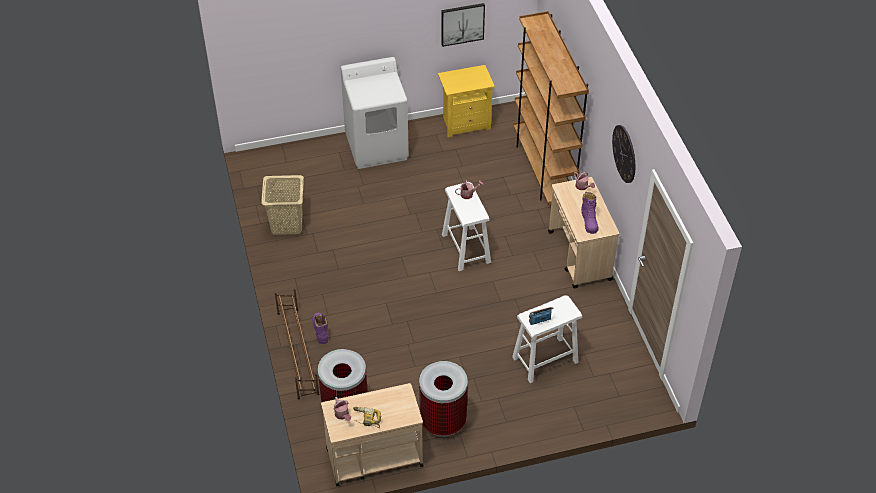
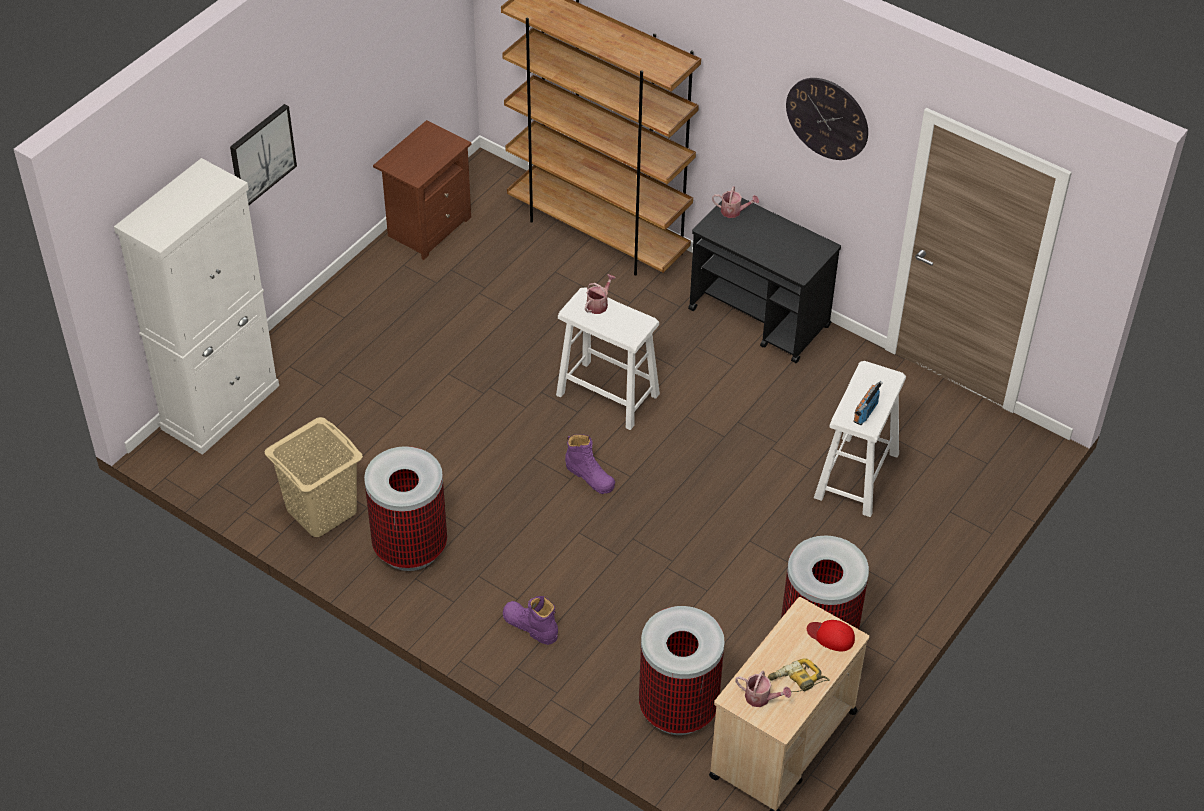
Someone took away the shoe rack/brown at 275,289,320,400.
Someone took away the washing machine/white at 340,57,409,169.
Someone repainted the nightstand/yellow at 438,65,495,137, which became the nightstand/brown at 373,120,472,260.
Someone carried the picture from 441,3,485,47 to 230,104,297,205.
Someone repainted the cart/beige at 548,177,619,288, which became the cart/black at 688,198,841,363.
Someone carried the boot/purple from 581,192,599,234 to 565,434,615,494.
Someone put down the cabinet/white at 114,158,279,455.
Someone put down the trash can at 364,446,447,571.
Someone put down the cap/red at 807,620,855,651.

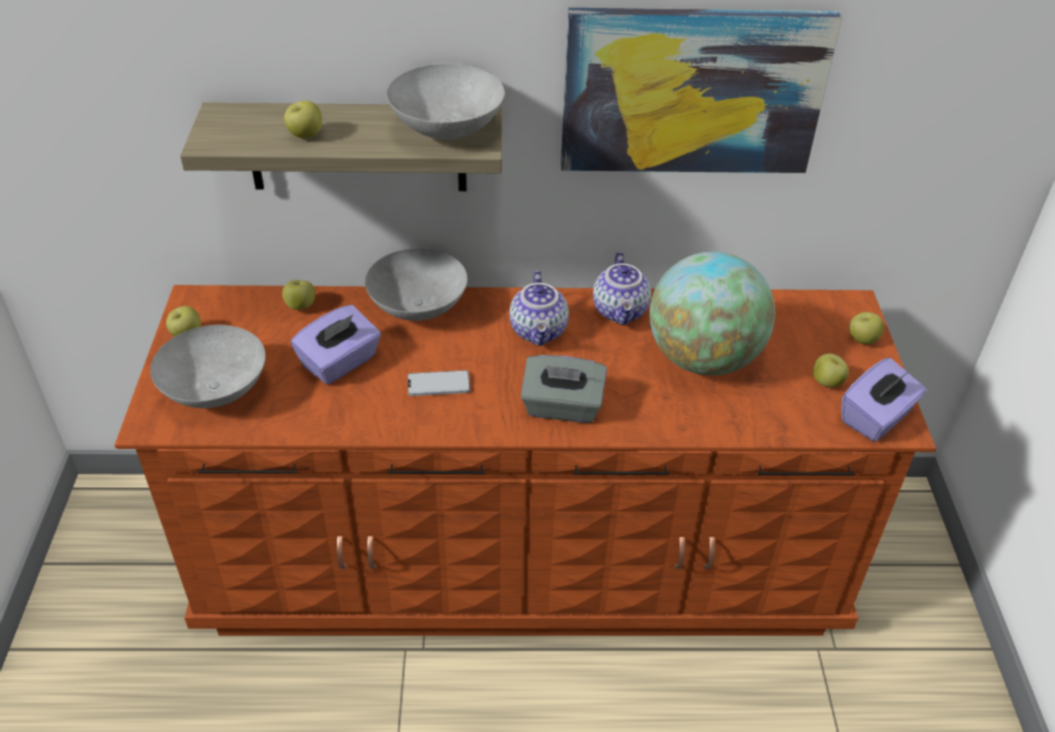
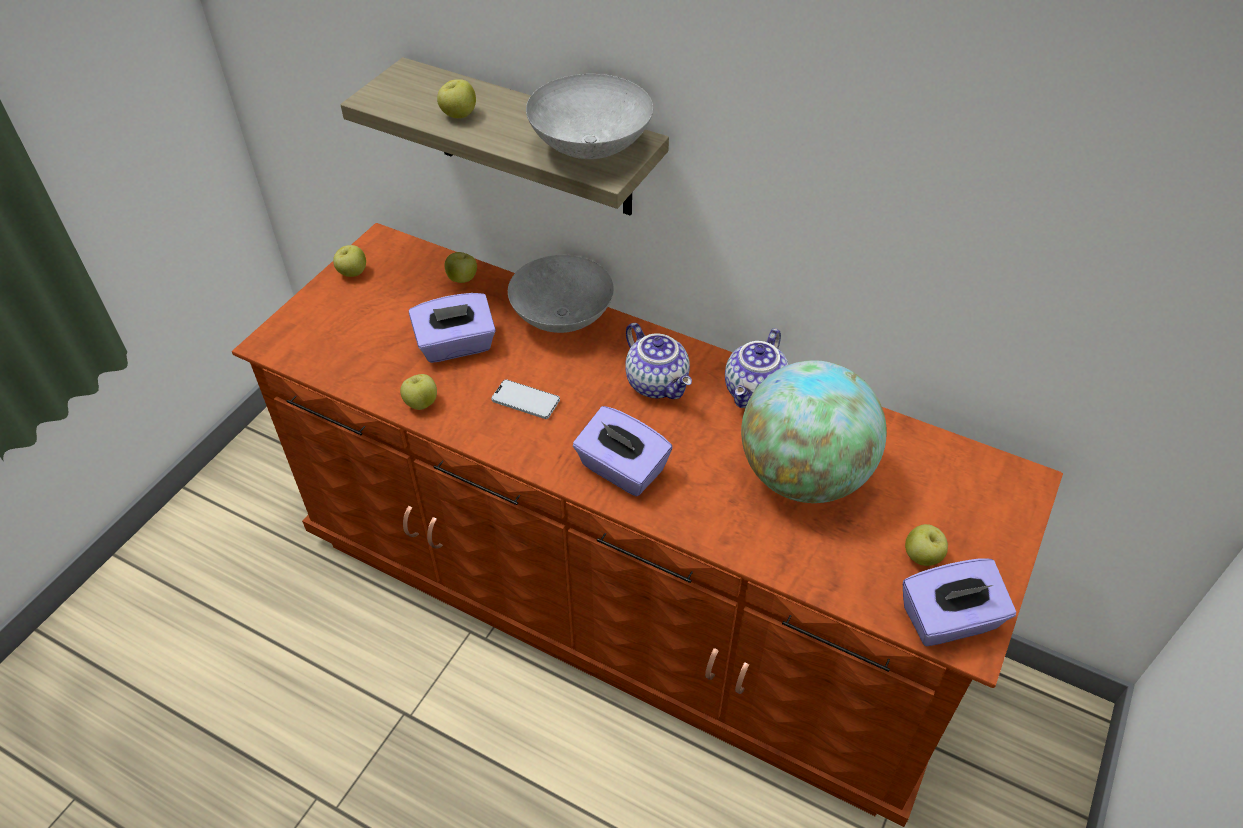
Someone took away the bowl/grey at 150,325,266,408.
Someone rotated the teapot at 509,270,569,346 by 60 degrees counterclockwise.
Someone repainted the tissue box/grey at 521,355,607,423, which became the tissue box/purple at 573,406,672,496.
Someone took away the picture at 561,8,842,173.
Someone carried the apple from 849,312,884,345 to 400,374,437,410.

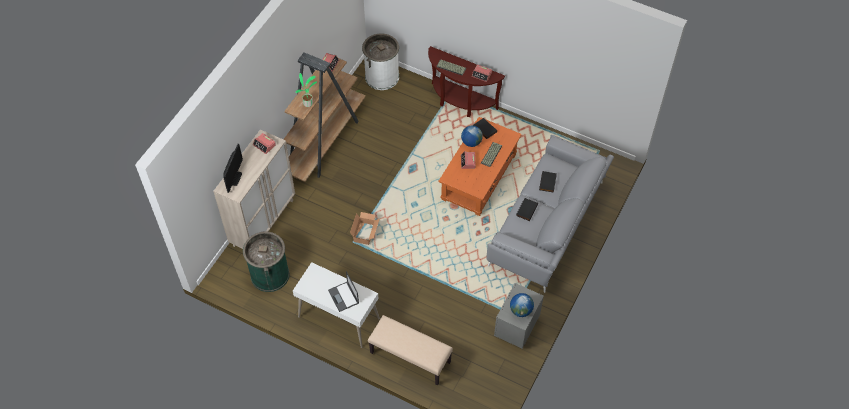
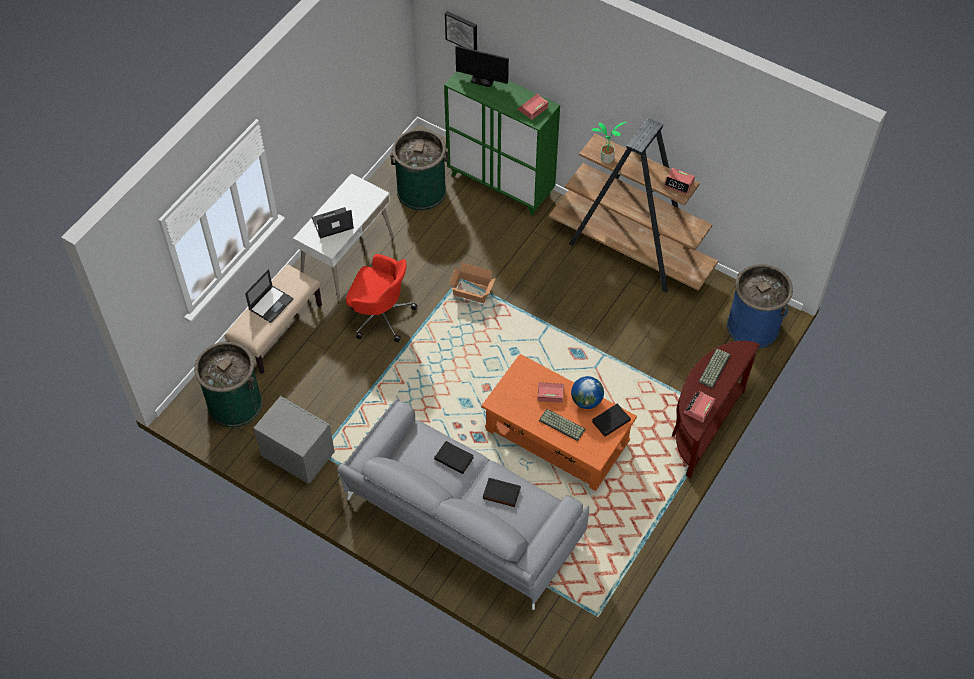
Someone repainted the cabinet/beige at 213,130,295,249, which became the cabinet/green at 444,71,560,216.
Someone repainted the trash can/white at 362,33,399,90, which became the trash can/blue at 727,264,793,348.
Someone took away the globe at 510,293,534,317.
Someone put down the trash can/green at 194,342,262,428.
Someone put down the laptop at 245,269,294,323.
Someone put down the office chair/red at 346,254,417,342.
Someone put up the picture at 445,11,477,50.

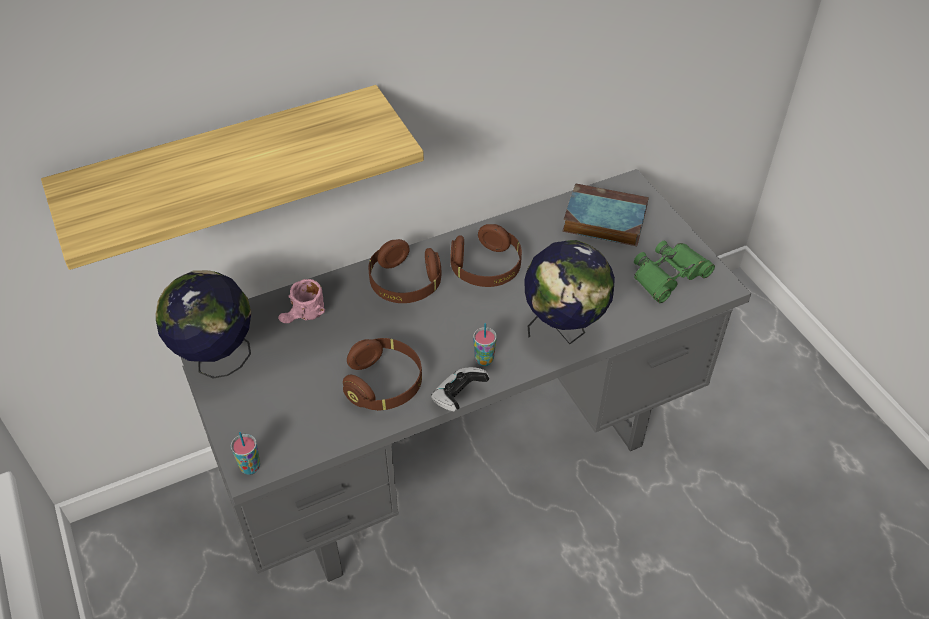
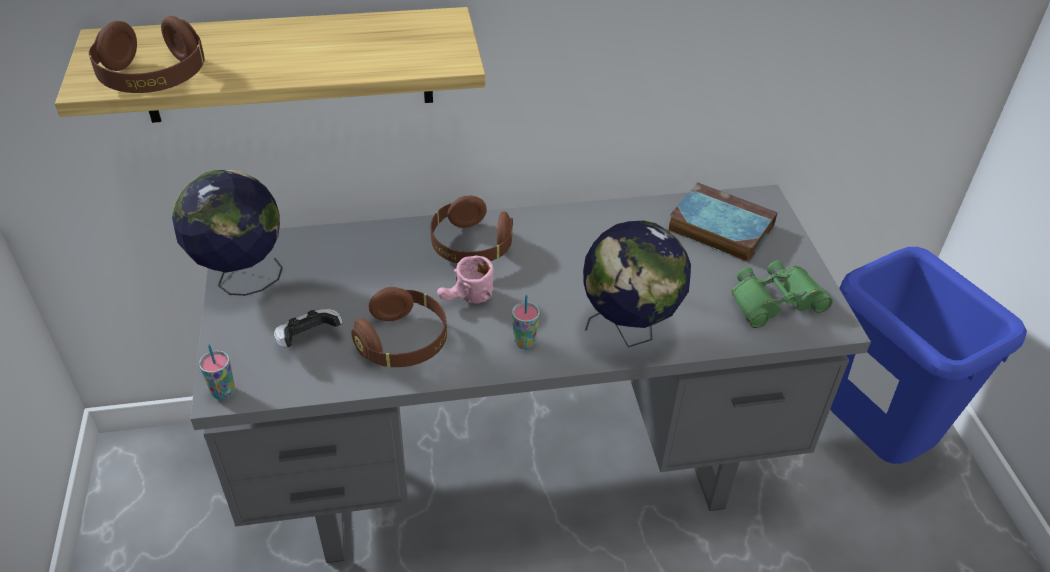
Someone carried the mug/pink from 278,279,325,323 to 437,255,494,304.
Someone carried the game controller from 431,367,490,411 to 274,309,343,348.
Someone carried the headphones/brown from 451,224,522,287 to 89,16,205,93.
Someone put down the trash can/blue at 830,247,1027,464.

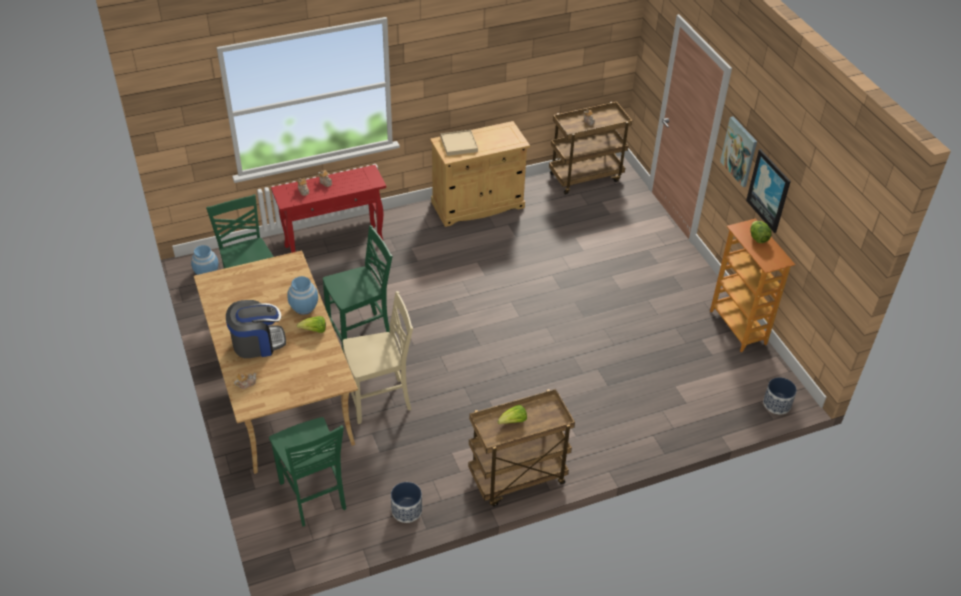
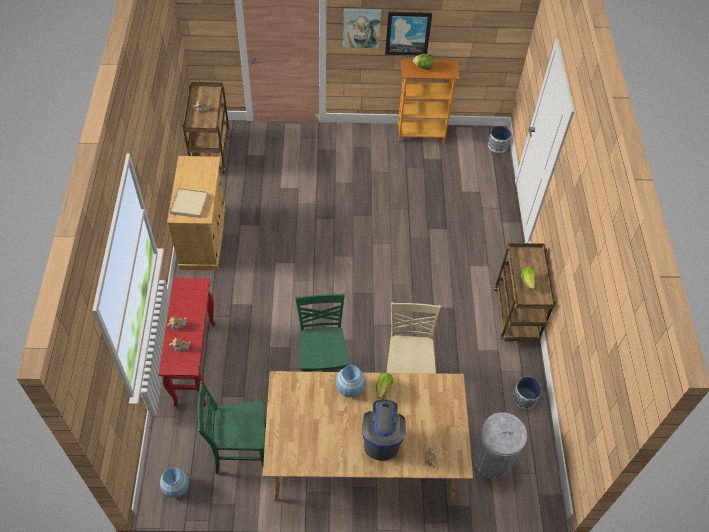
Someone swapped the chair/green at 269,417,346,526 for the trash can/grey at 474,412,527,479.

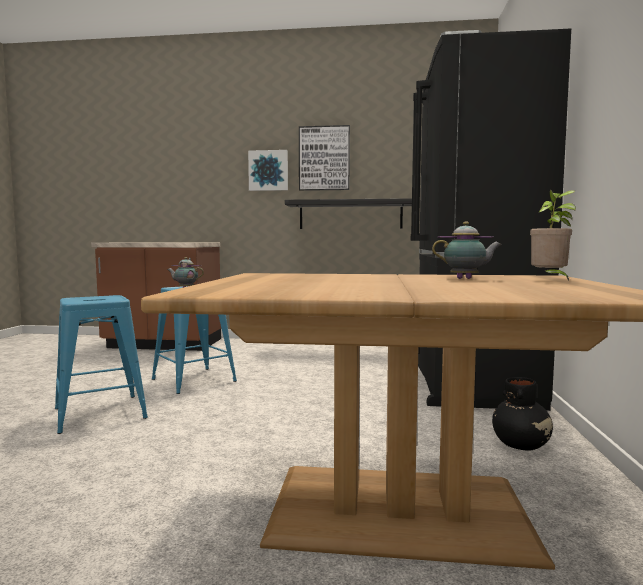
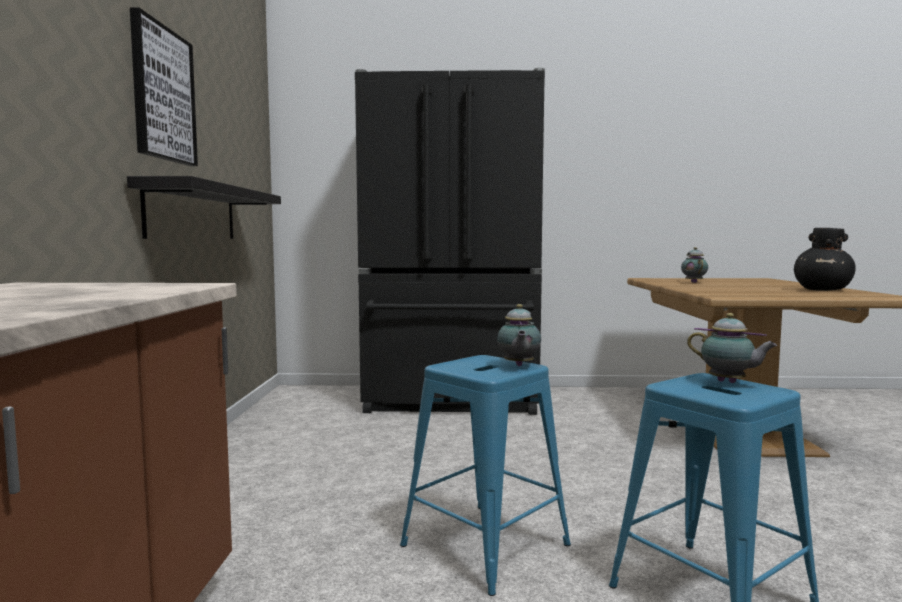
Someone took away the picture at 248,150,288,191.
Someone carried the vase/black from 492,377,553,451 to 794,228,856,291.
Someone took away the potted plant at 530,190,576,281.
Someone put down the teapot at 687,313,777,383.

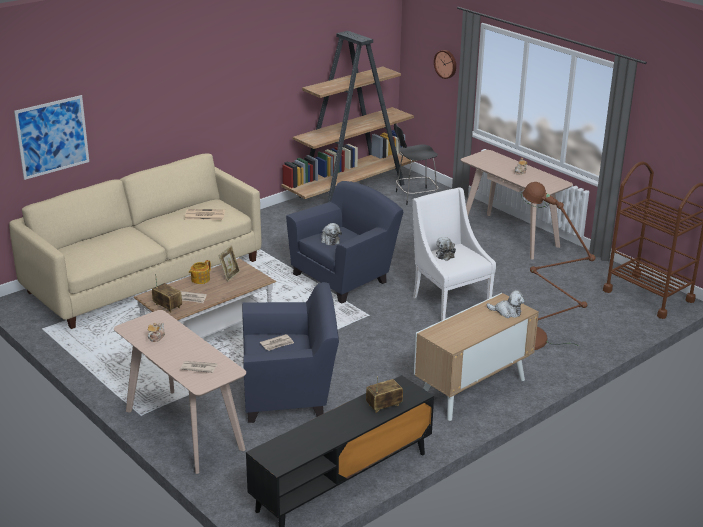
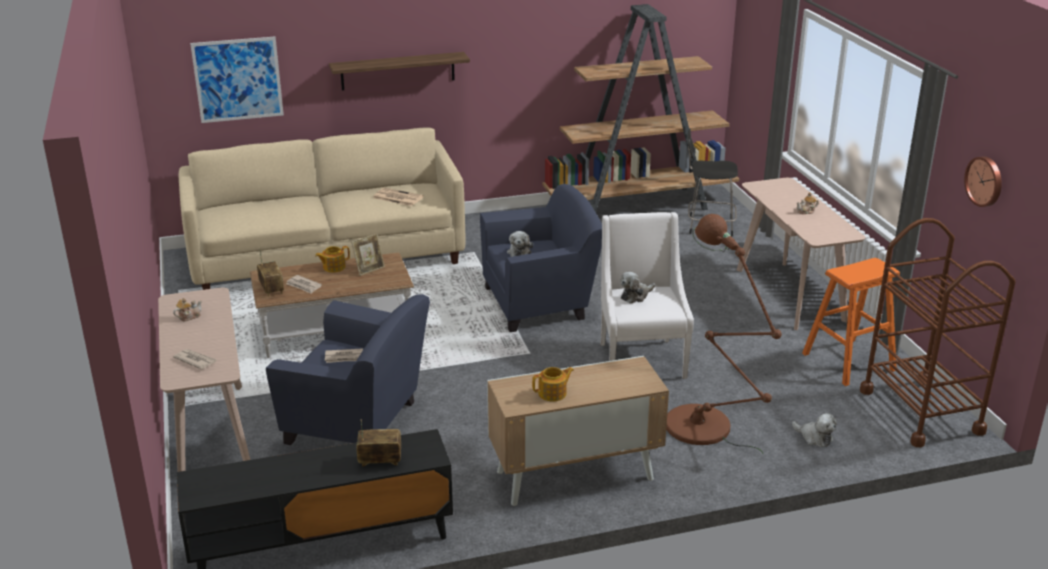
Someone carried the wall clock from 434,50,456,79 to 964,156,1002,207.
Someone carried the plush toy from 487,290,525,318 to 792,413,837,447.
Someone put up the shelf at 329,52,470,90.
Someone put down the teapot at 532,367,574,401.
Someone put down the stool/orange at 802,258,900,386.

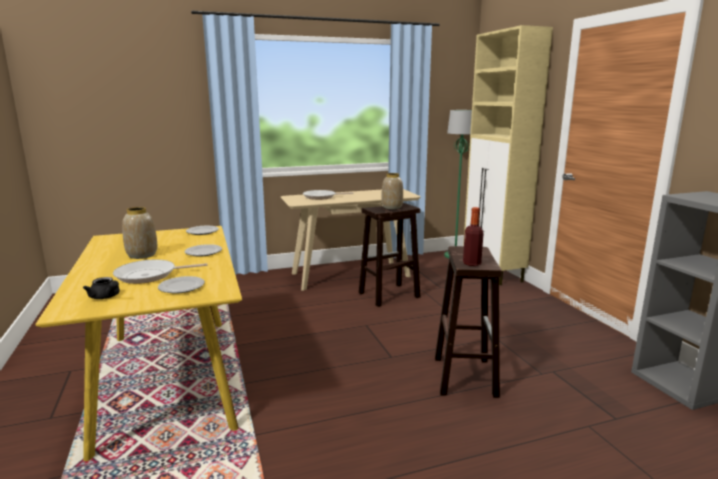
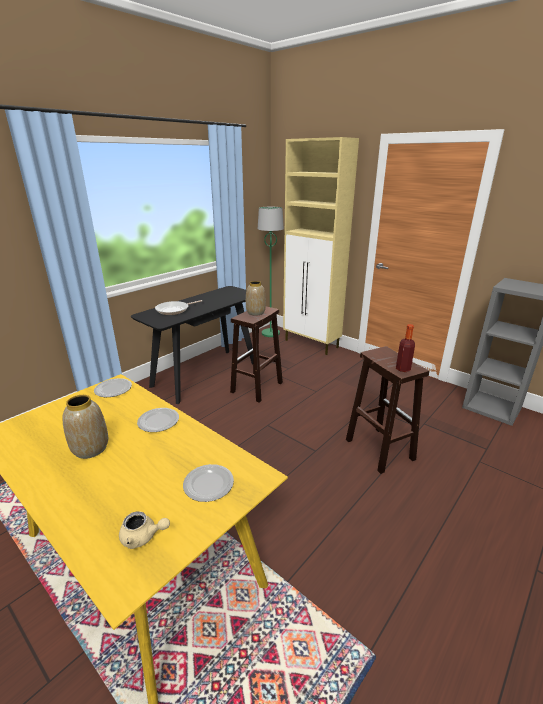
Someone repainted the teapot/black at 83,277,120,299, which became the teapot/beige at 119,511,170,549.
Someone took away the frying pan at 113,260,208,284.
Someone repainted the console table/beige at 281,189,420,291, which became the console table/black at 131,286,253,404.

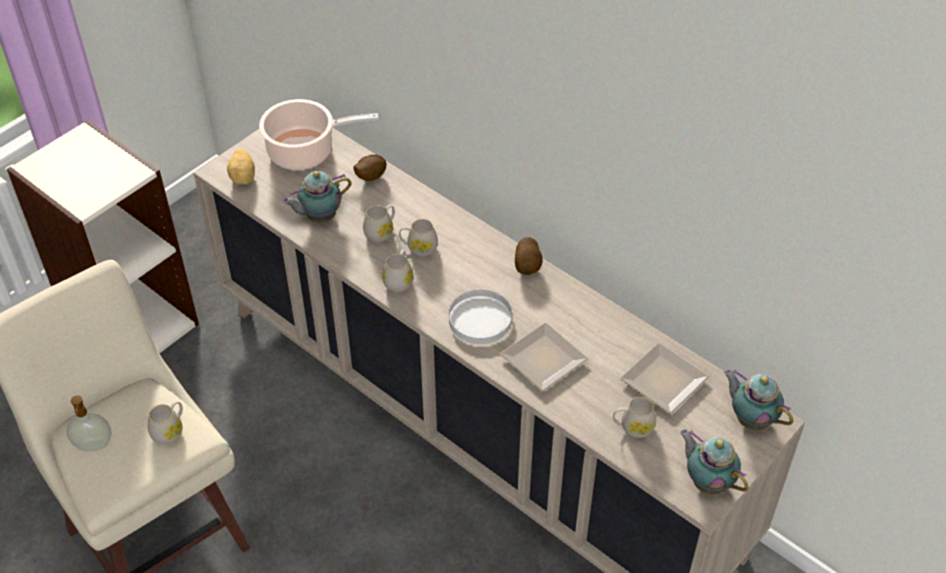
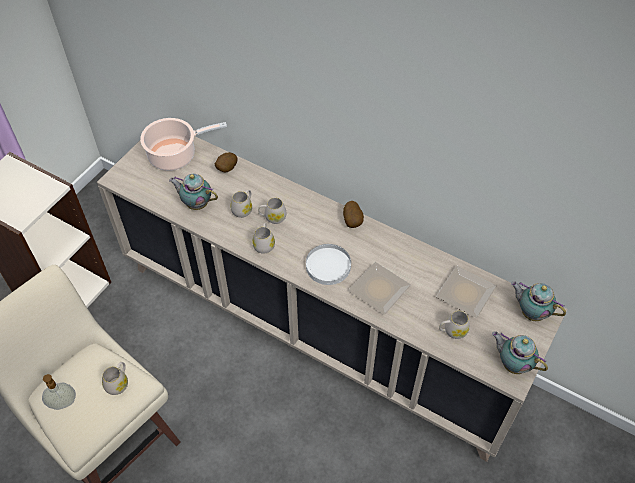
Someone took away the potato at 227,148,255,184.
Someone rotated the teapot at 282,171,352,223 by 60 degrees clockwise.

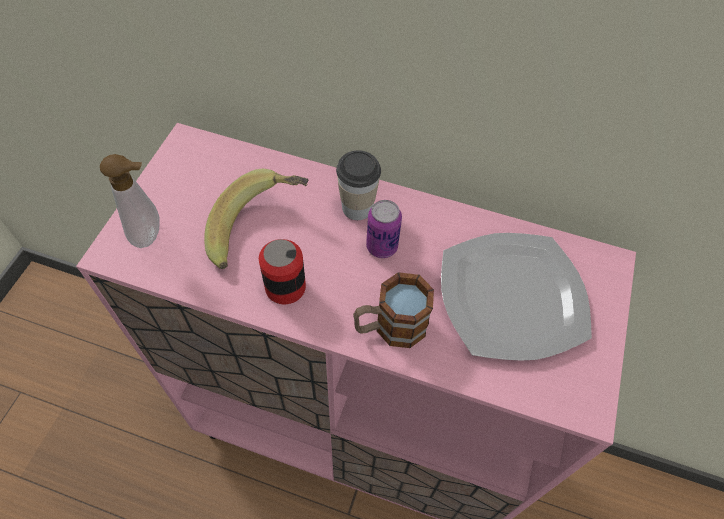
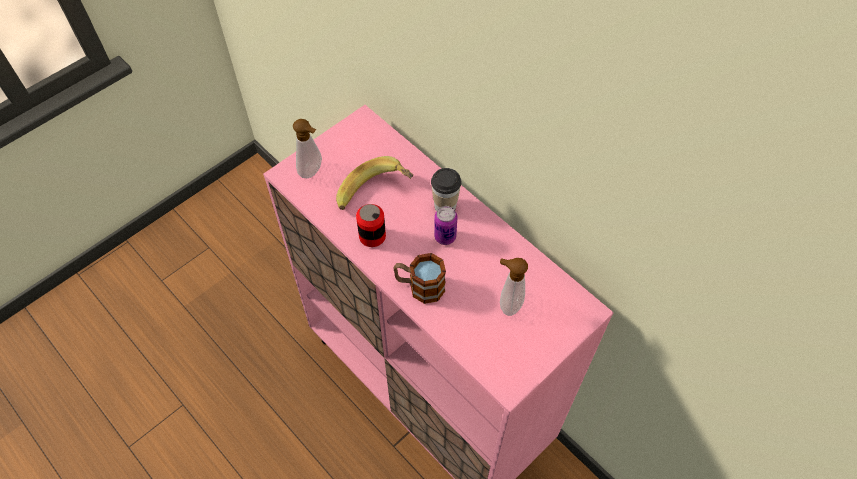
Someone swapped the plate at 441,233,592,361 for the soap dispenser at 500,258,528,316.

